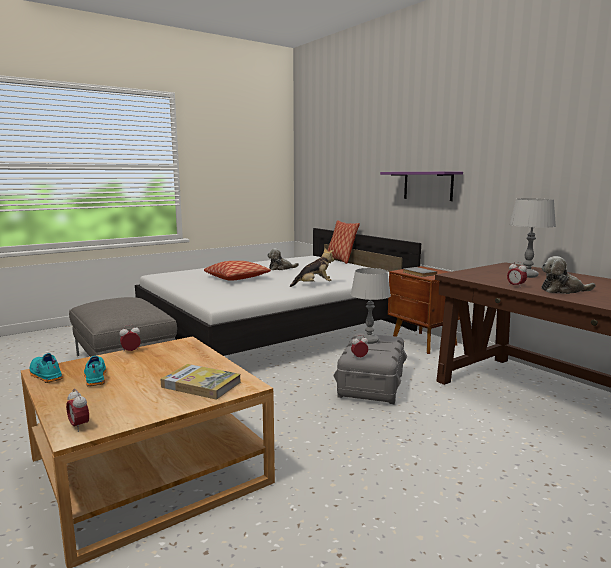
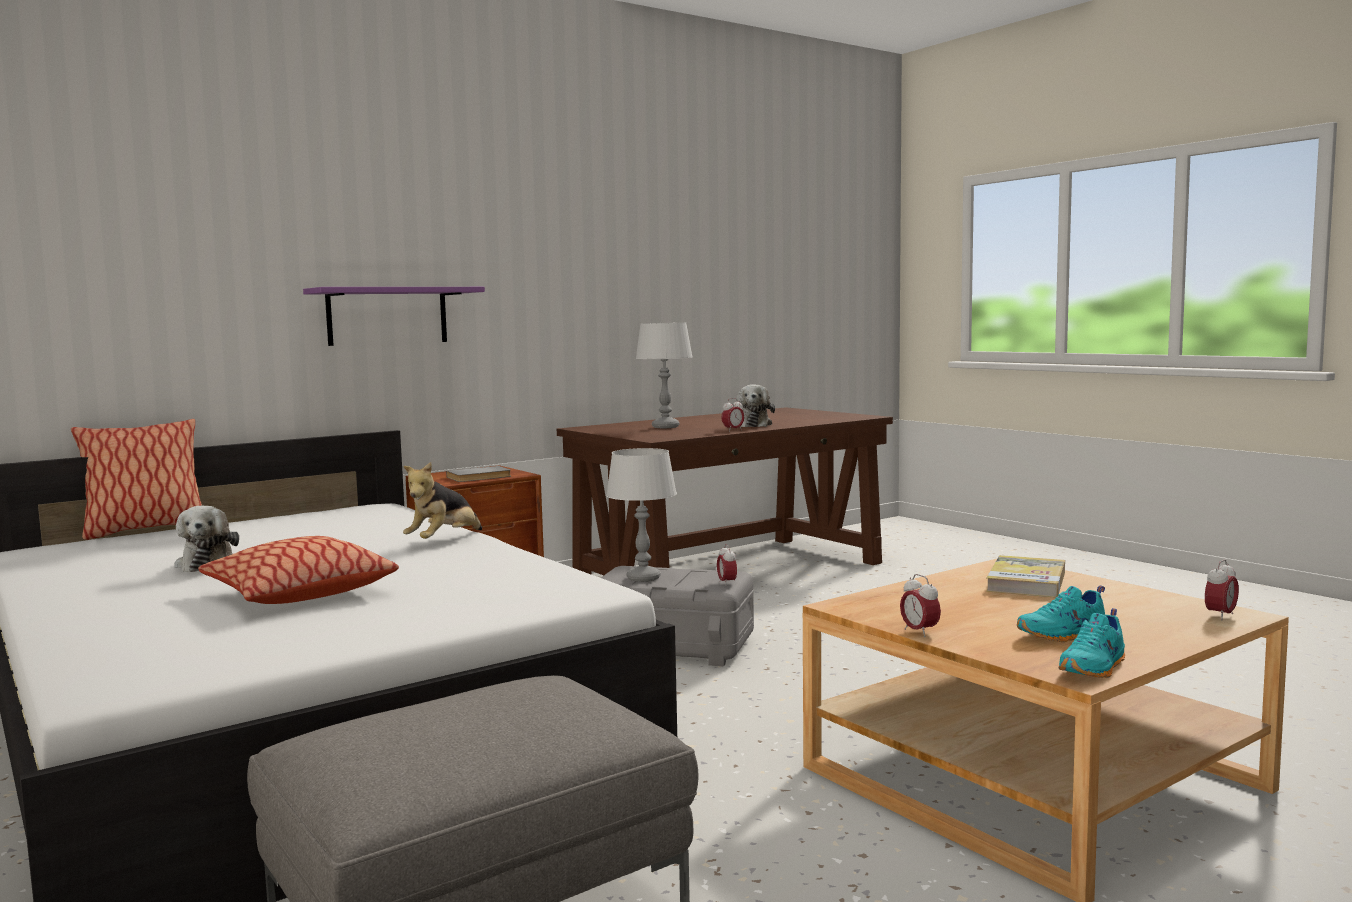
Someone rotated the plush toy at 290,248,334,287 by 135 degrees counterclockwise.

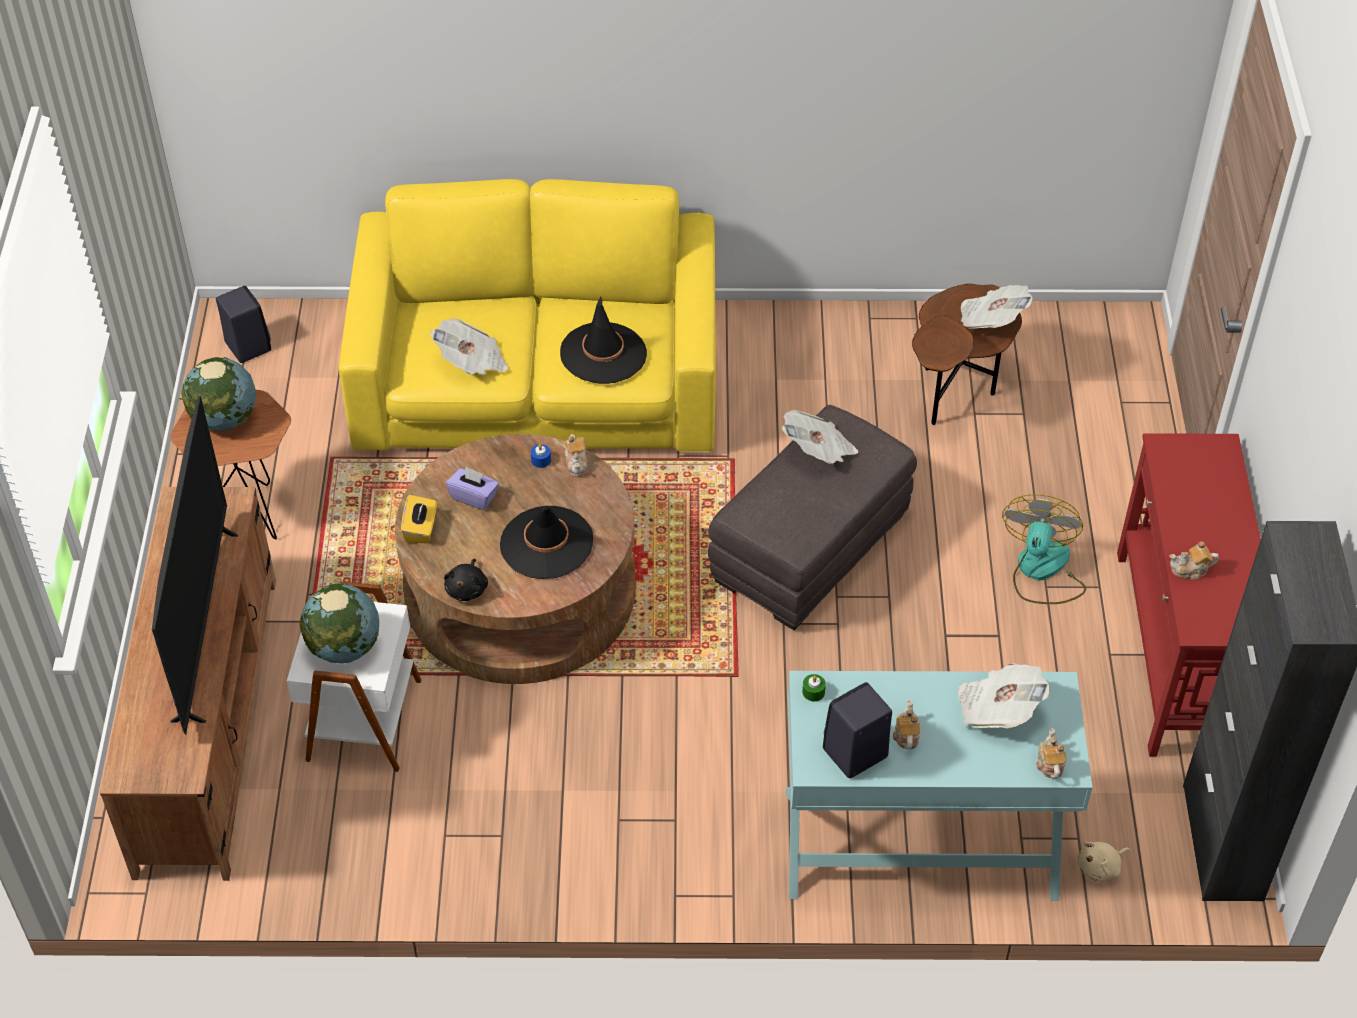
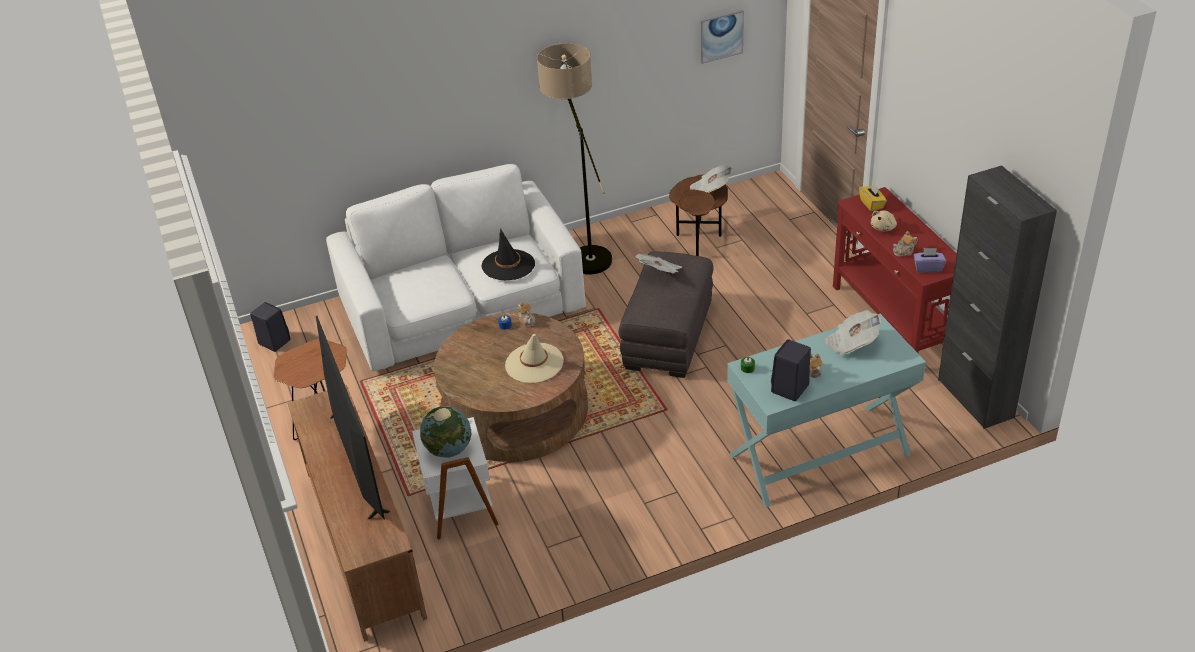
Someone took away the globe at 181,357,256,431.
Someone repainted the sofa/yellow at 339,179,716,451, which became the sofa/white at 326,164,586,371.
Someone carried the tissue box/yellow from 401,495,437,544 to 859,184,887,211.
Someone took away the newspaper at 430,318,509,375.
Someone took away the plush toy/black at 444,559,488,601.
Someone carried the tissue box/purple from 446,467,499,510 to 913,248,946,273.
Someone repainted the hat/black at 500,506,593,579, which became the hat/beige at 505,334,564,383.
Someone took away the fan at 1002,494,1086,604.
Someone took away the teapot at 1036,728,1067,779.
Someone carried the plush toy/beige from 1078,842,1130,882 to 871,210,897,231.
Someone put down the floor lamp at 537,43,612,274.
Someone put up the picture at 700,10,744,64.

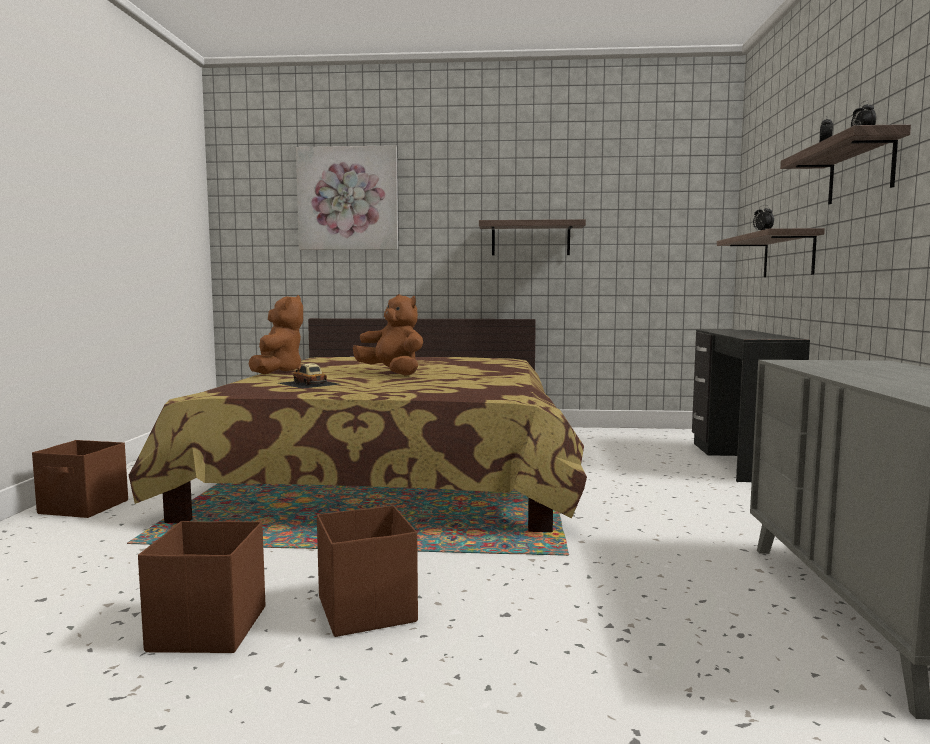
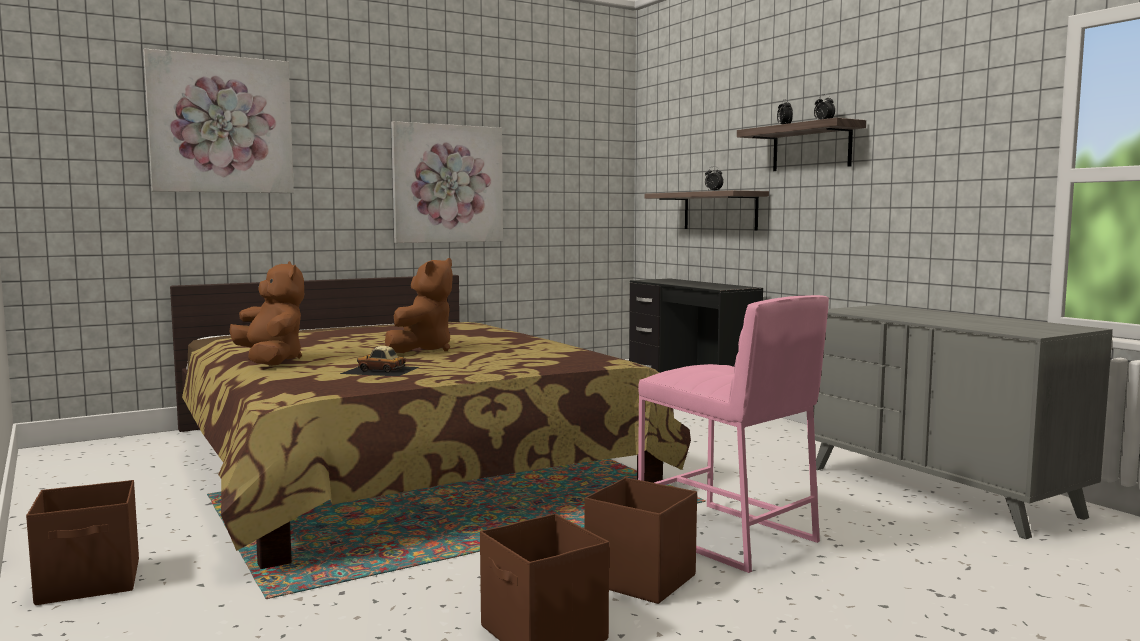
Someone rotated the plush toy/brown at 353,294,423,376 by 105 degrees clockwise.
Someone swapped the shelf at 479,219,586,255 for the picture at 391,121,503,243.
Someone put down the stool/pink at 638,295,829,573.

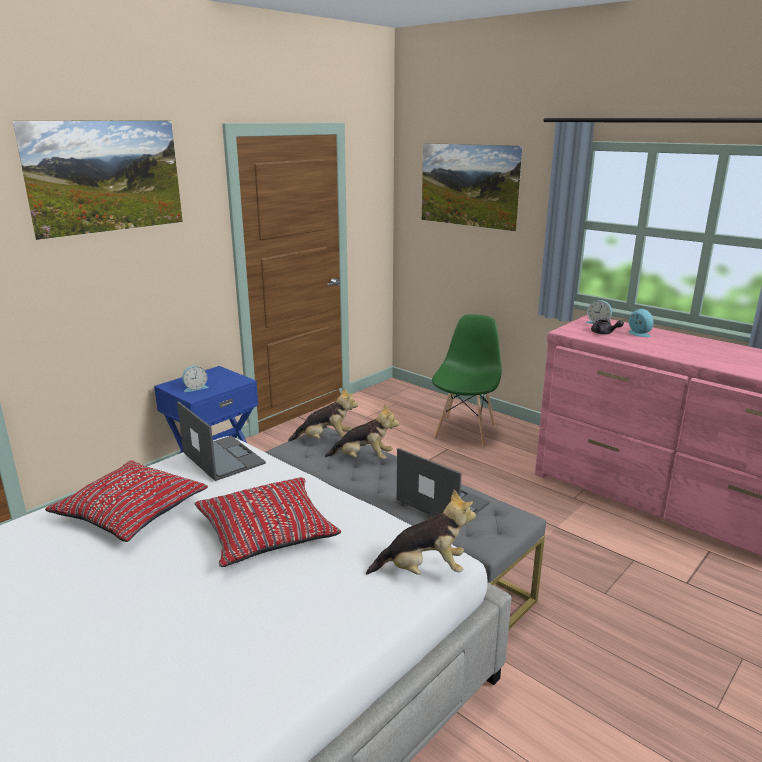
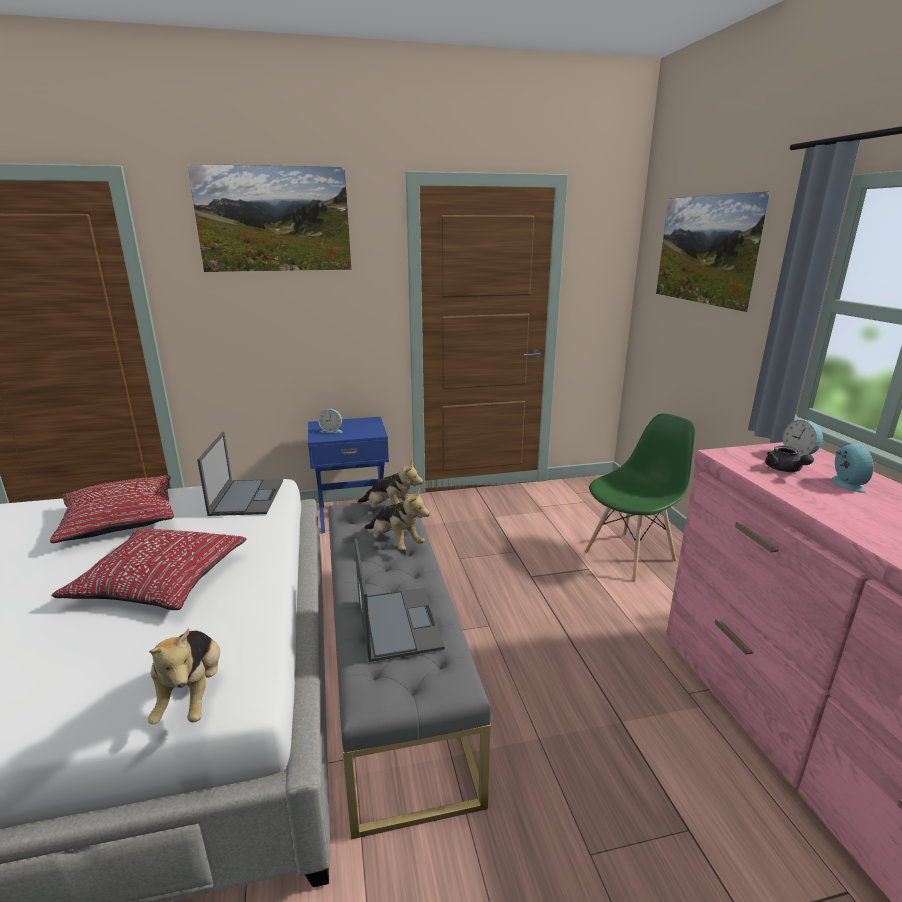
Someone rotated the plush toy at 366,489,476,575 by 45 degrees clockwise.

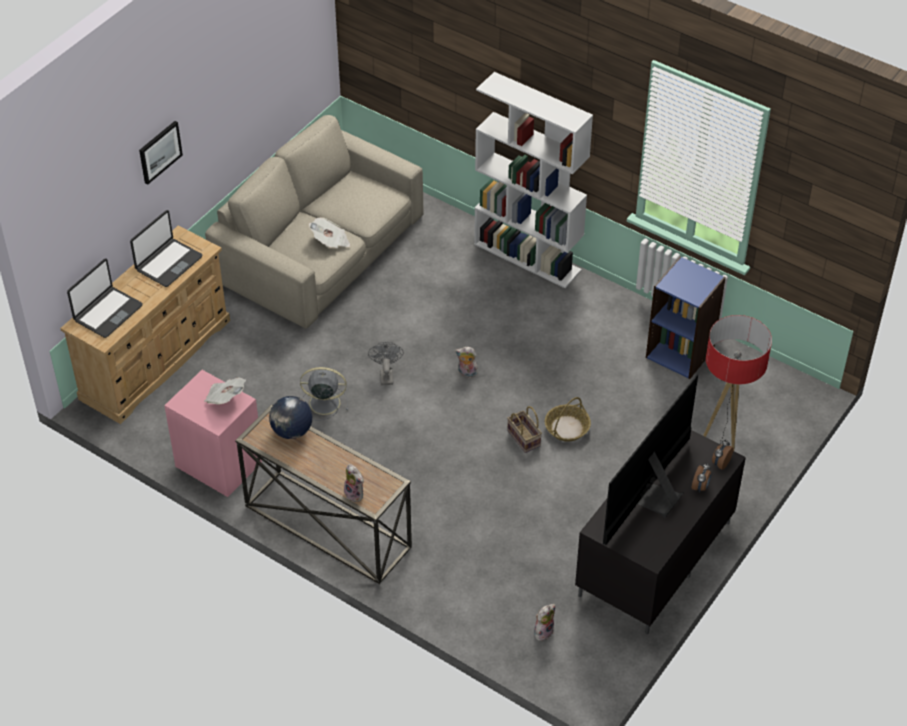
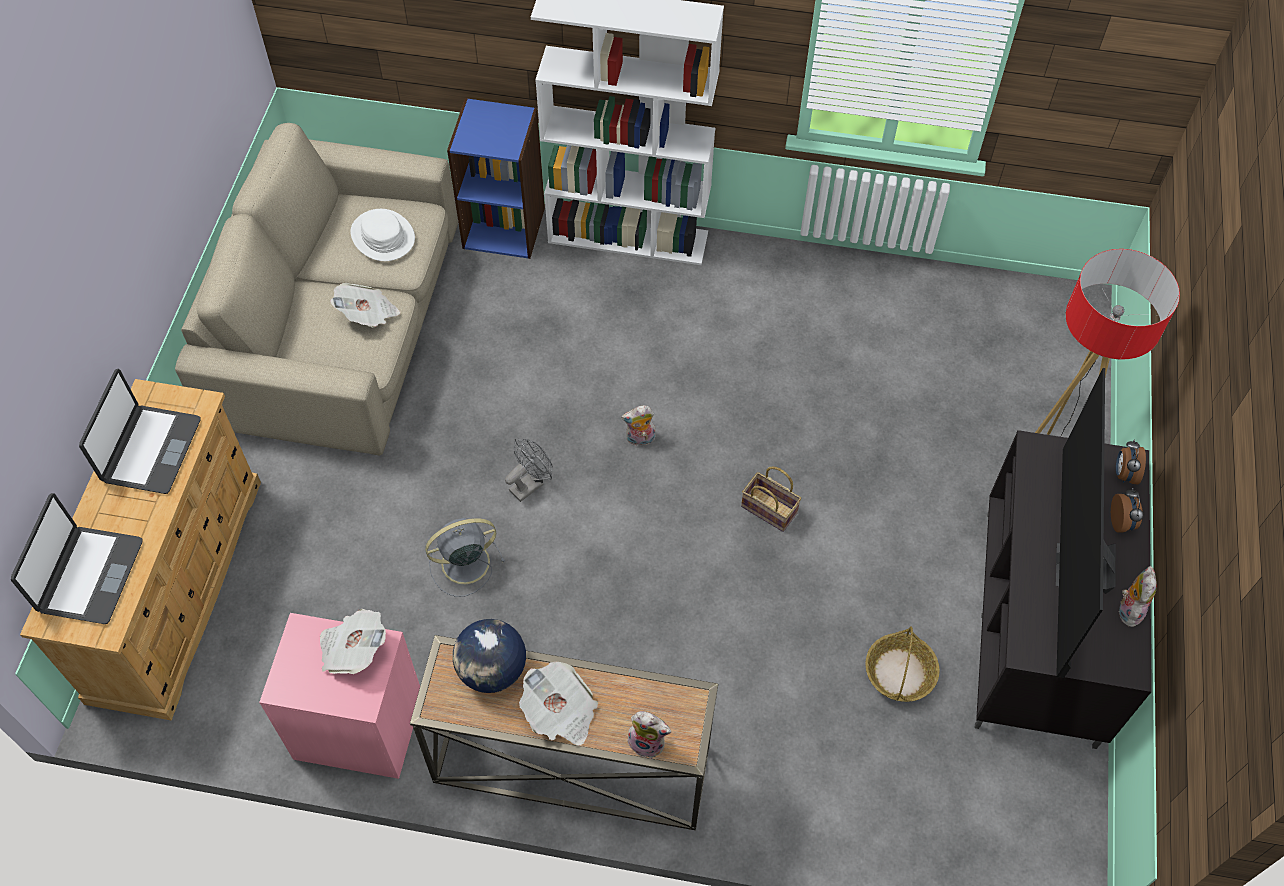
Someone took away the picture at 139,121,183,185.
Someone rotated the fan/grey at 368,342,404,385 by 75 degrees clockwise.
Someone carried the plush toy from 534,604,555,641 to 1119,566,1157,628.
Someone carried the basket from 545,397,591,442 to 865,626,939,702.
Someone carried the bookcase/blue from 646,256,726,379 to 447,98,545,259.
Someone put down the hat/white at 350,209,415,261.
Someone put down the newspaper at 519,662,598,746.

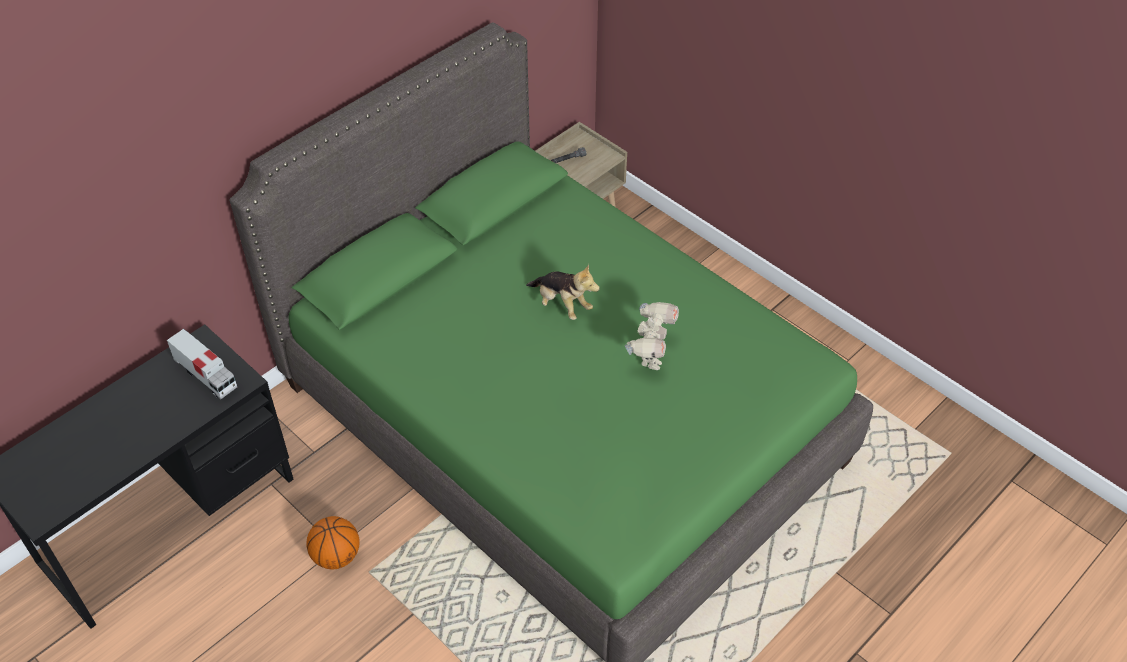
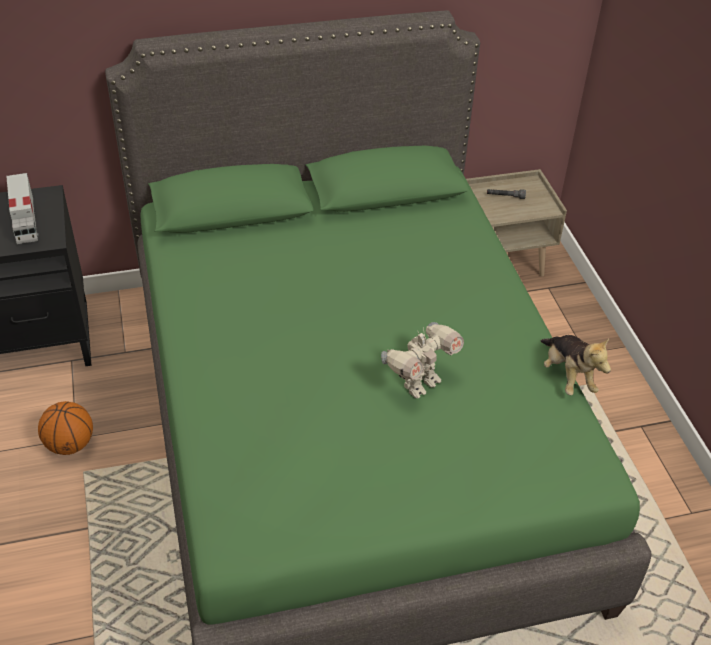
Someone carried the plush toy from 526,264,600,320 to 541,335,611,396.

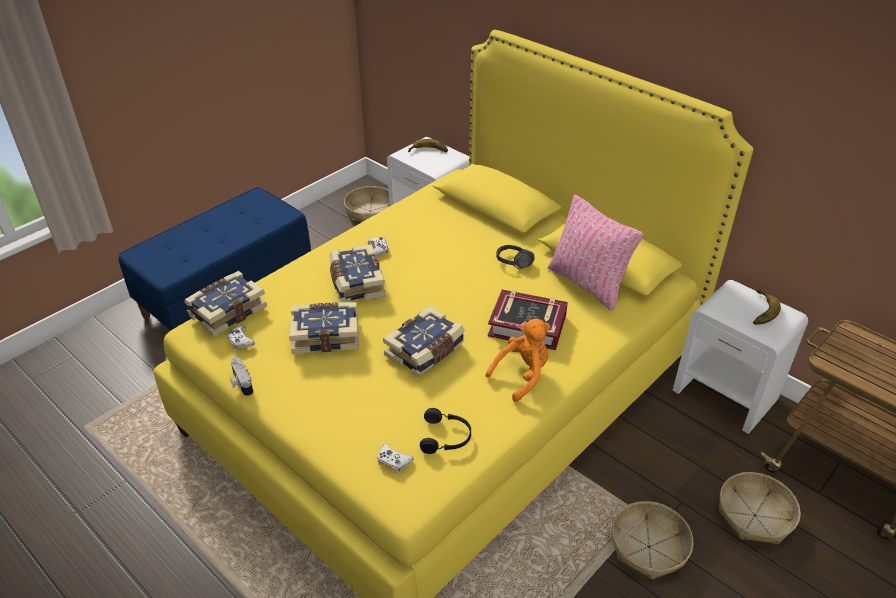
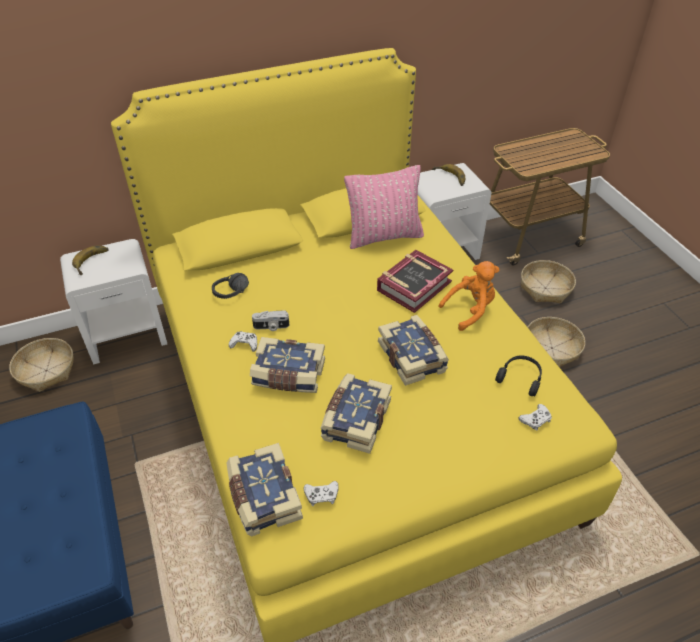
Someone carried the photo camera from 230,357,253,396 to 252,311,289,331.
Someone rotated the plush toy/orange at 486,319,550,402 by 75 degrees clockwise.
Someone carried the headphones/black from 496,245,535,269 to 212,273,249,299.

